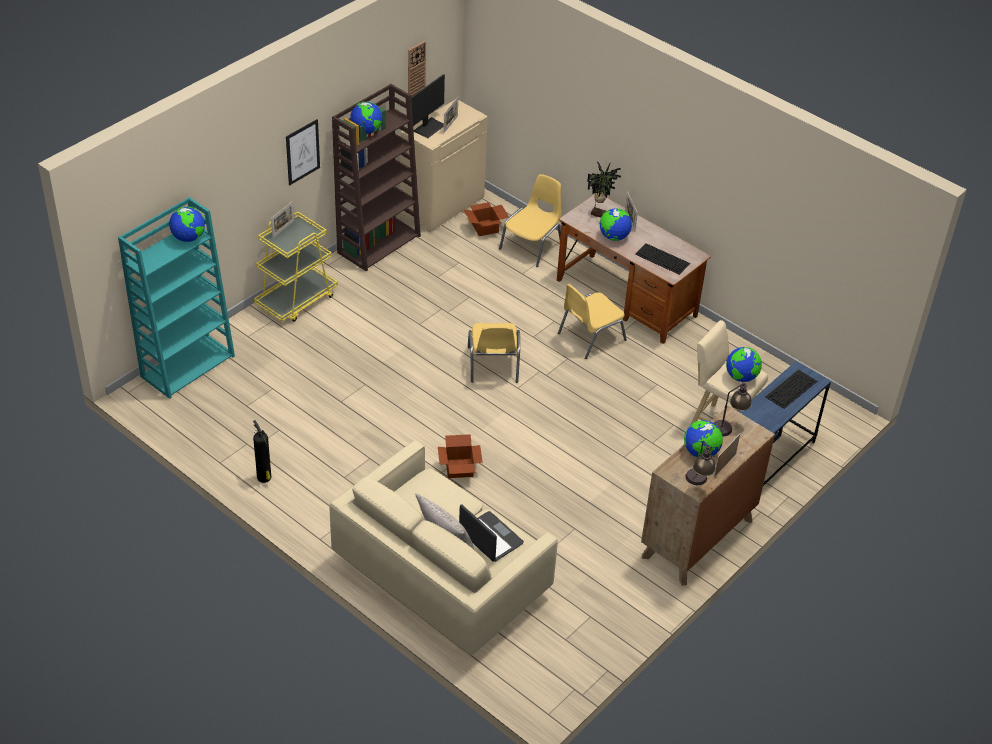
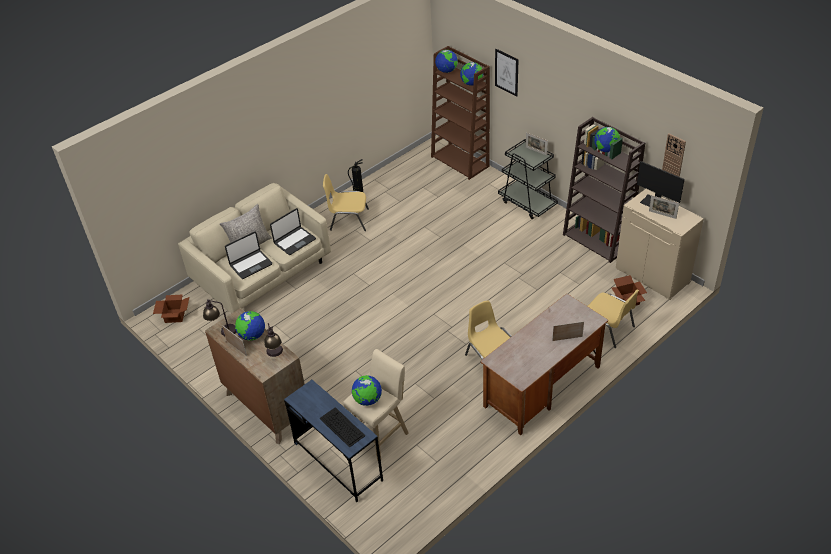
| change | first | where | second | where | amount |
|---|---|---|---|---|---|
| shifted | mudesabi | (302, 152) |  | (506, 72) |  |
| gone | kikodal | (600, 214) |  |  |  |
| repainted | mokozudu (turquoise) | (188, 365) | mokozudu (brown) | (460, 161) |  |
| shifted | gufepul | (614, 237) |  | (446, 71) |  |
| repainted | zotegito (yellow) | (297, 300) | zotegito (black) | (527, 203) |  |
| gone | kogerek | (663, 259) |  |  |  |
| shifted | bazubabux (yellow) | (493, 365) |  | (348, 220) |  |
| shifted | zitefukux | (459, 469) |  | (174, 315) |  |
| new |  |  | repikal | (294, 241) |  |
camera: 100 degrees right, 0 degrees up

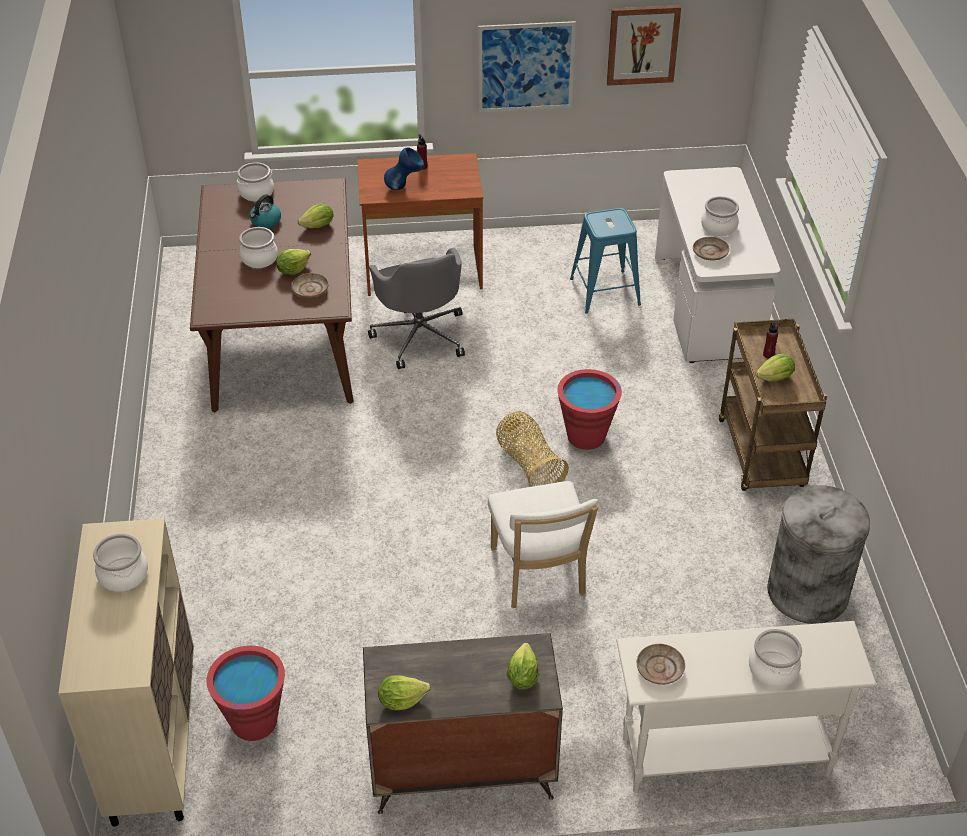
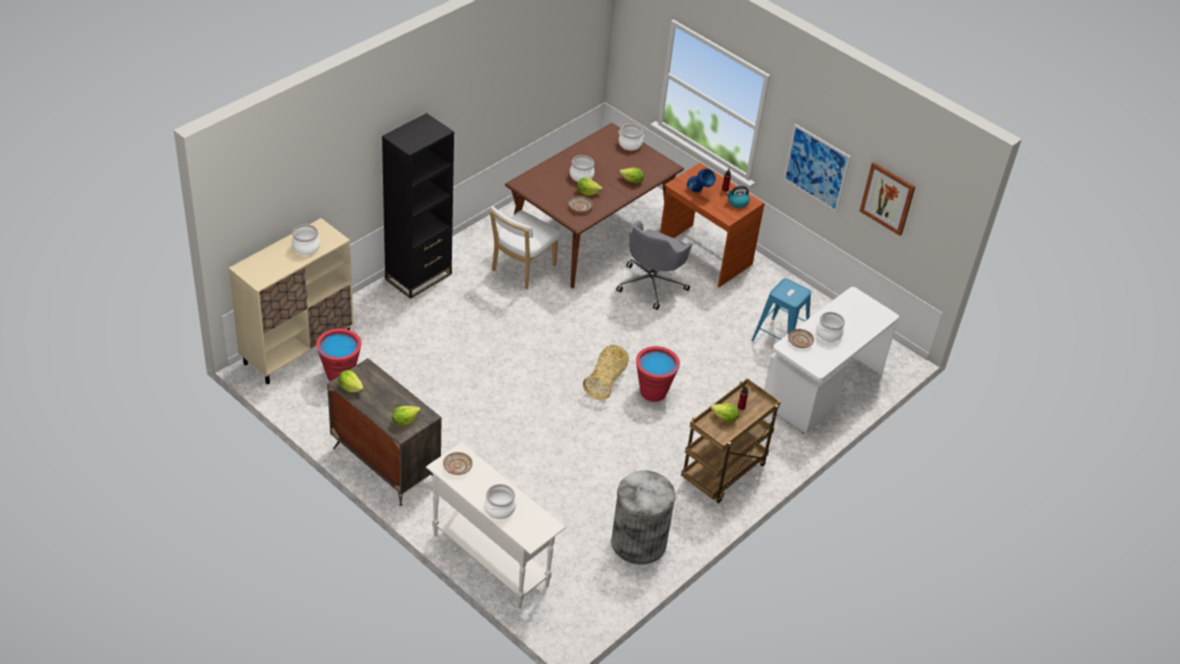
| change | first | where | second | where | amount |
|---|---|---|---|---|---|
| shifted | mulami | (265, 222) |  | (737, 202) |  |
| shifted | bazubabux (white) | (539, 575) |  | (521, 269) |  |
| new |  |  | mokozudu (black) | (418, 276) |  |
camera: 45 degrees right, 0 degrees up

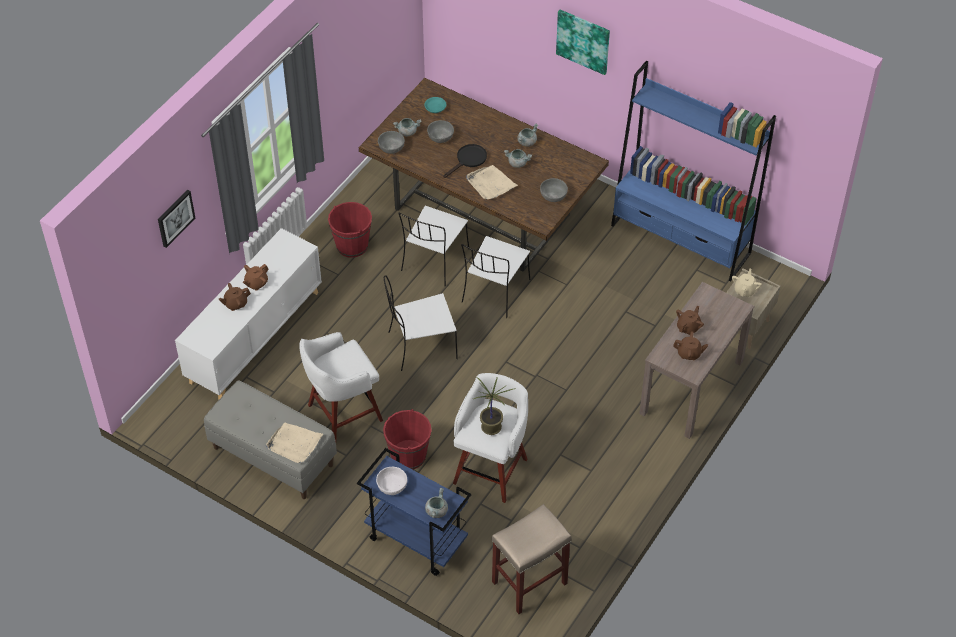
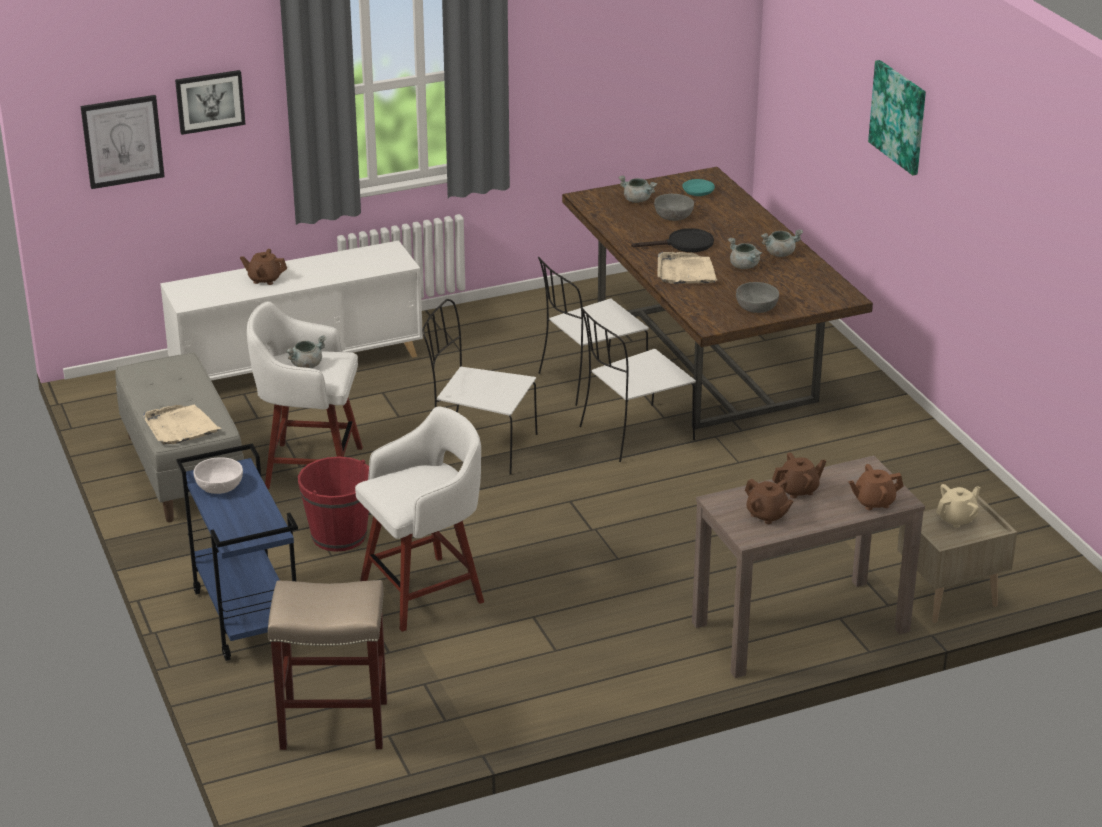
| change | first | where | second | where | amount |
|---|---|---|---|---|---|
| gone | mokozudu (blue) | (681, 239) |  |  |  |
| gone | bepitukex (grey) | (391, 147) |  |  |  |
| gone | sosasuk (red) | (352, 245) |  |  |  |
| shifted | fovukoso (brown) | (256, 283) |  | (873, 502) |  |
| gone | kikodal | (491, 427) |  |  |  |
| shifted | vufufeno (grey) | (436, 511) |  | (306, 365) |  |
| new |  |  | mudesabi | (122, 141) |  |
camera: 35 degrees right, 20 degrees down

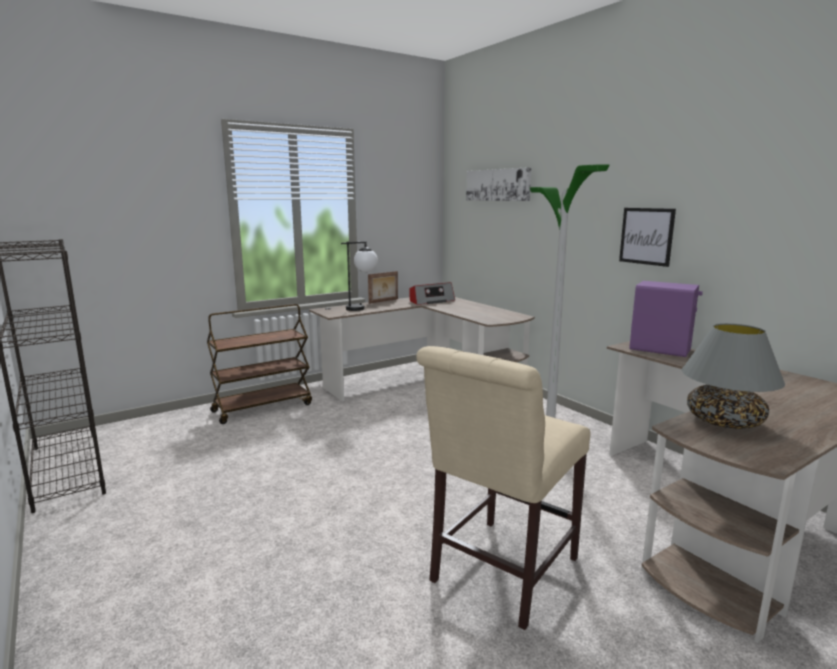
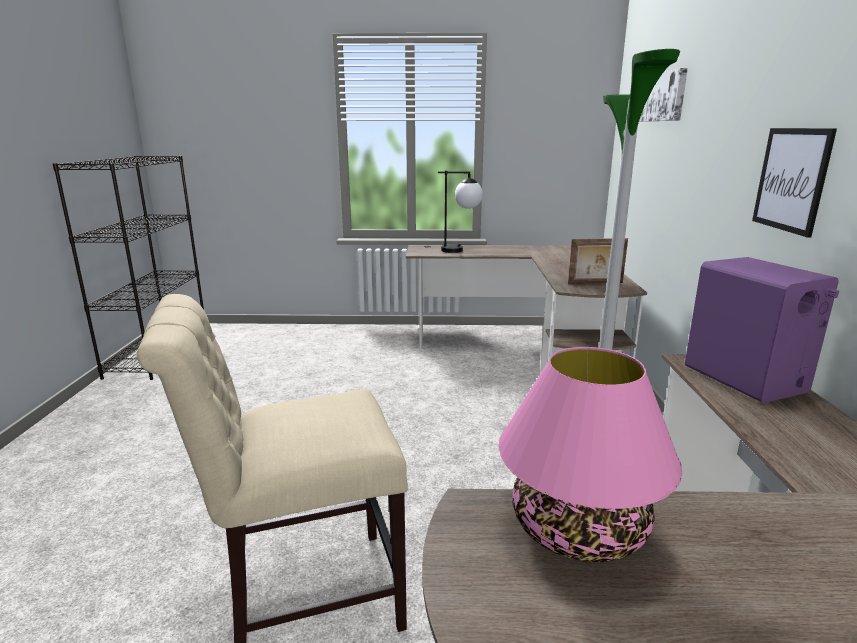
| change | first | where | second | where | amount |
|---|---|---|---|---|---|
| shifted | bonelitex | (383, 301) |  | (595, 283) |  |
| gone | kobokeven | (431, 301) |  |  |  |
| gone | zotegito (brown) | (263, 407) |  |  |  |
| repainted | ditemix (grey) | (724, 421) | ditemix (pink) | (579, 529) |  |
camera: 35 degrees right, 5 degrees up

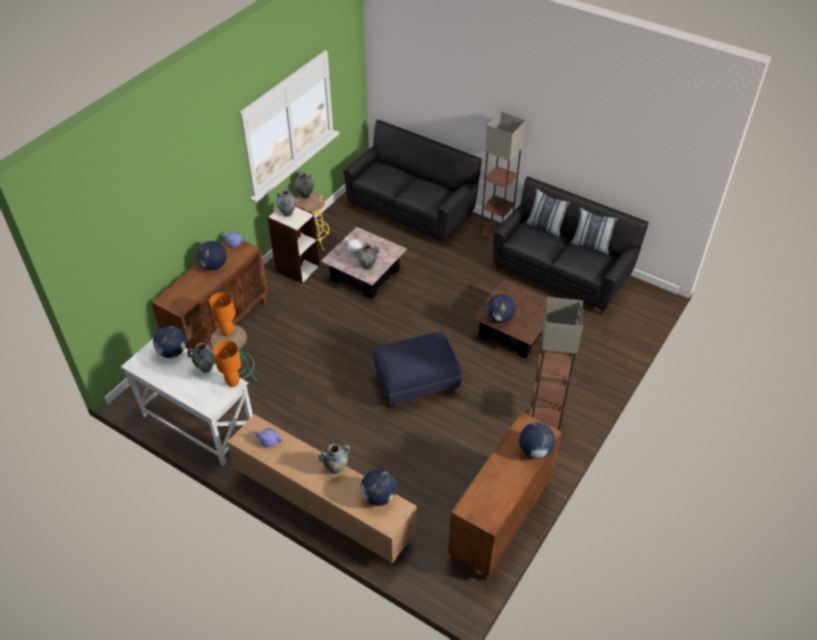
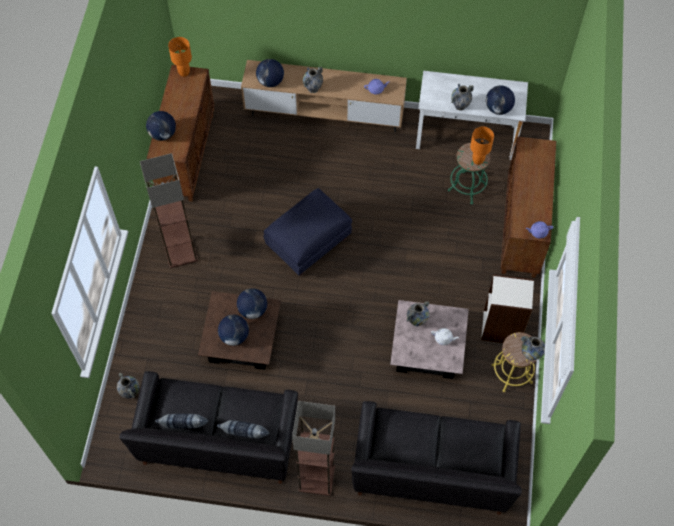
| change | first | where | second | where | amount |
|---|---|---|---|---|---|
| shifted | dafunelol | (287, 213) |  | (130, 393) |  |
| shifted | gufepul | (214, 266) |  | (234, 336) |  |
| shifted | ditemix (orange) | (233, 382) |  | (184, 72) |  |
camera: 155 degrees right, 15 degrees up

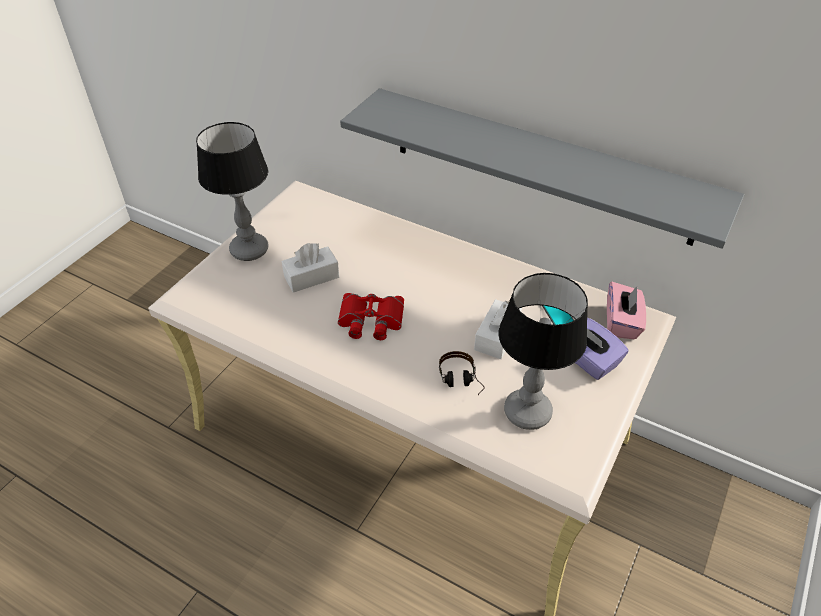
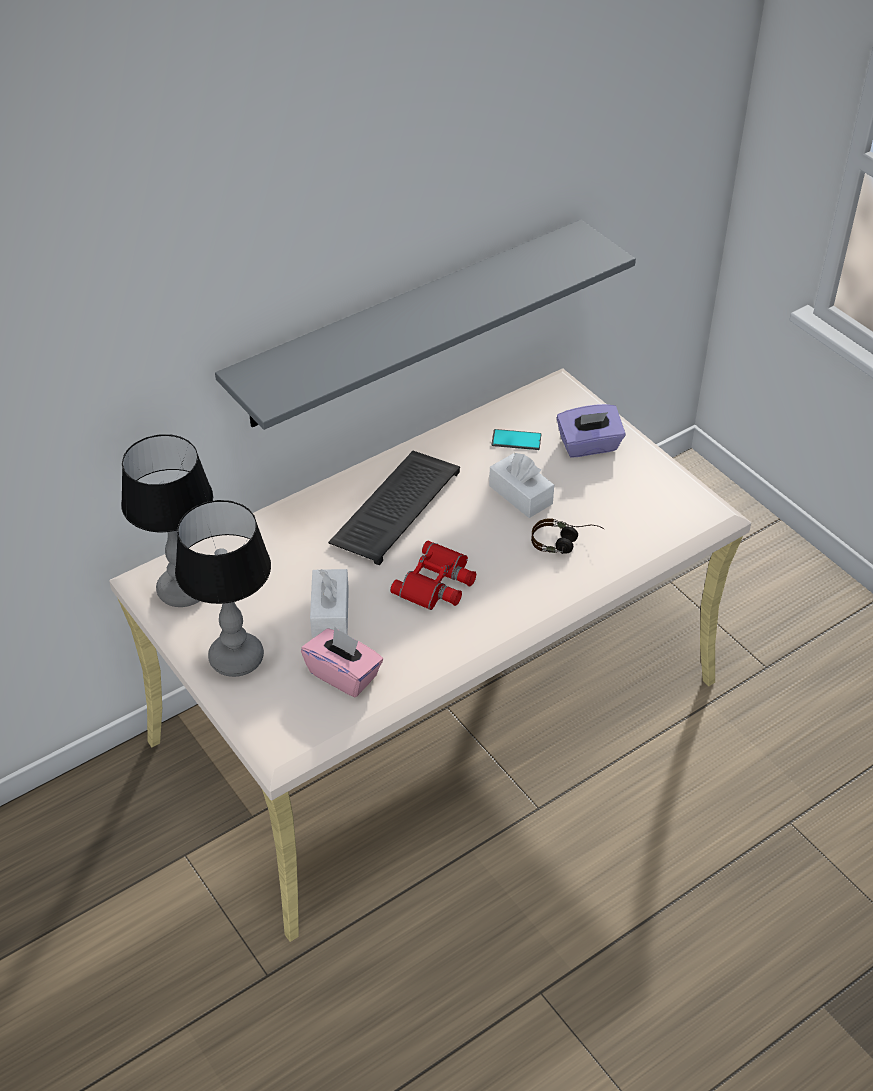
| change | first | where | second | where | amount |
|---|---|---|---|---|---|
| shifted | ditemix | (526, 411) |  | (182, 591) |  |
| shifted | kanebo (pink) | (621, 323) |  | (344, 674) |  |
| new |  |  | kogerek | (395, 506) |  |
camera: 65 degrees left, 0 degrees up

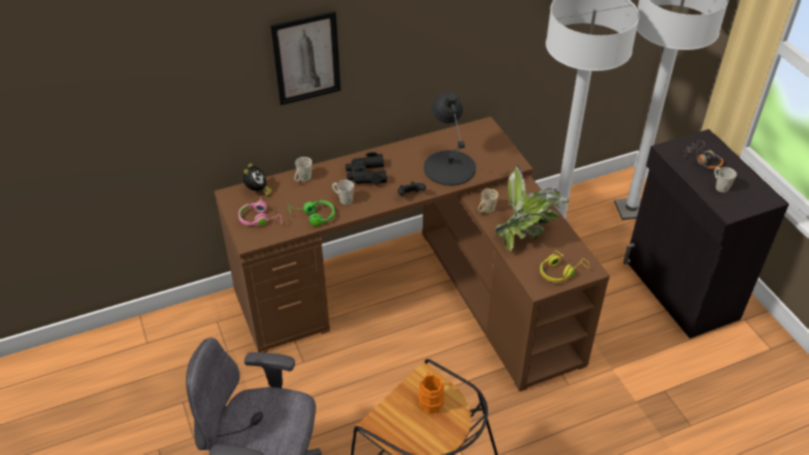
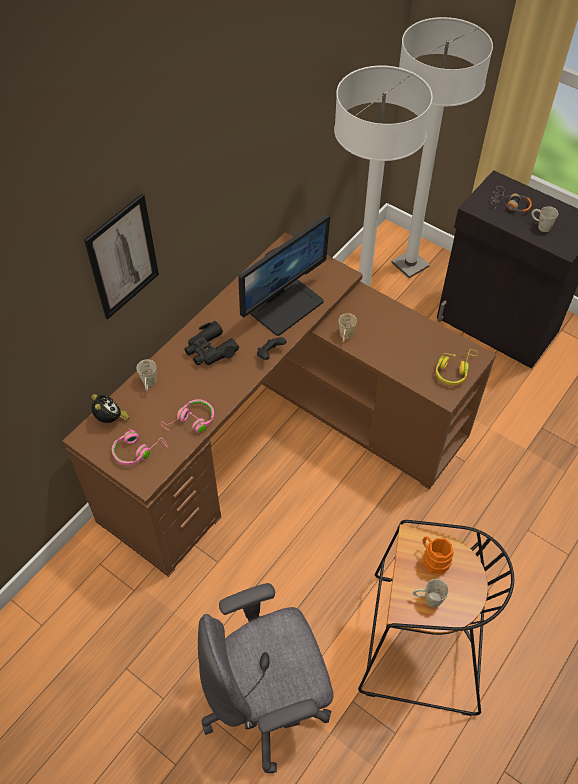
| change | first | where | second | where | amount |
|---|---|---|---|---|---|
| swapped | ditemix (black) | (450, 167) | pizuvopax | (286, 306) |  |
| gone | kikodal | (527, 232) |  |  |  |
| shifted | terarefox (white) | (342, 199) |  | (427, 599) |  |
| repainted | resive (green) | (313, 216) | resive (pink) | (191, 422) |  |
camera: 30 degrees left, 10 degrees up

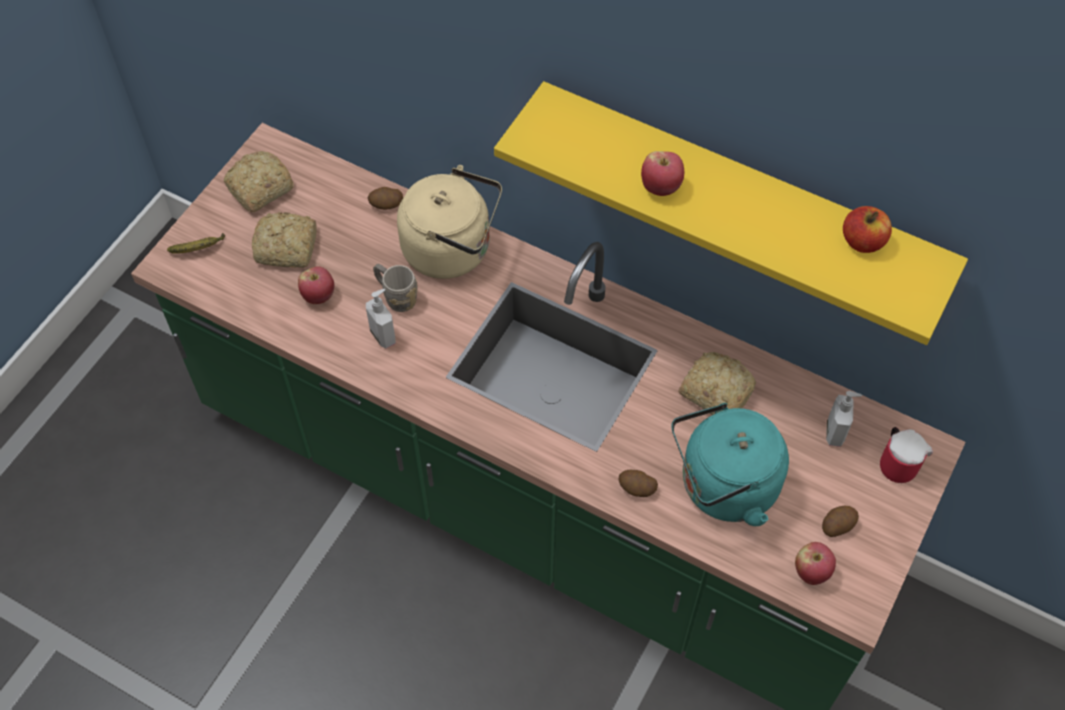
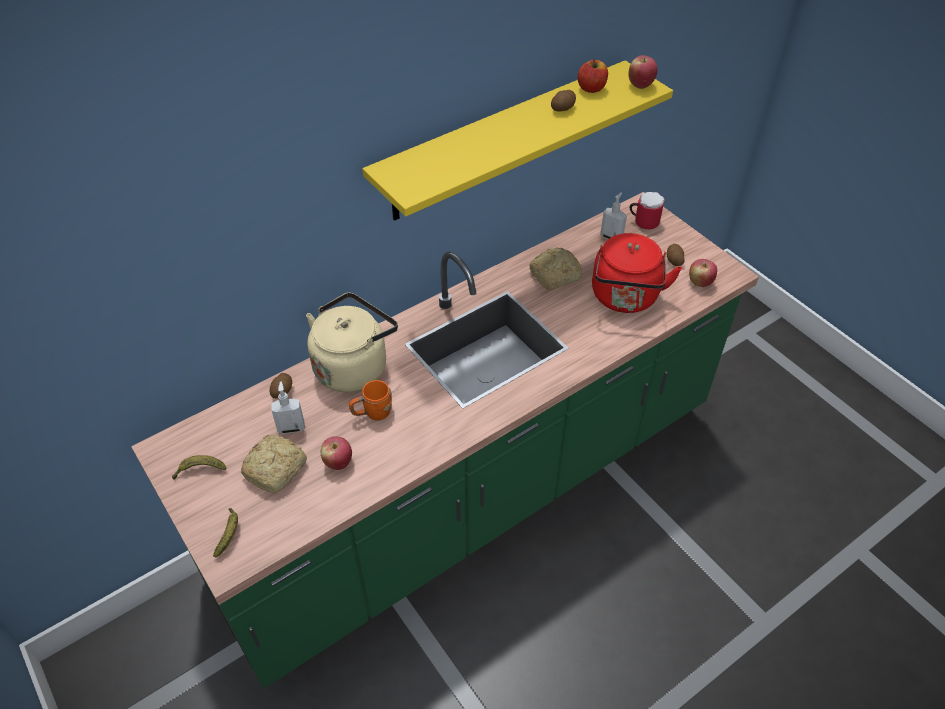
| change | first | where | second | where | amount |
|---|---|---|---|---|---|
| swapped | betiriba | (258, 189) | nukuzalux | (200, 470) |  |
| shifted | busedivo | (661, 187) |  | (640, 85) |  |
| repainted | terarefox (grey) | (396, 296) | terarefox (orange) | (372, 413) |  |
| shifted | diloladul | (383, 335) |  | (291, 427) |  |
| repainted | mulami (turquoise) | (723, 487) | mulami (red) | (625, 298) |  |
| shifted | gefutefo | (636, 488) |  | (563, 108) |  |
camera: 65 degrees left, 10 degrees down

